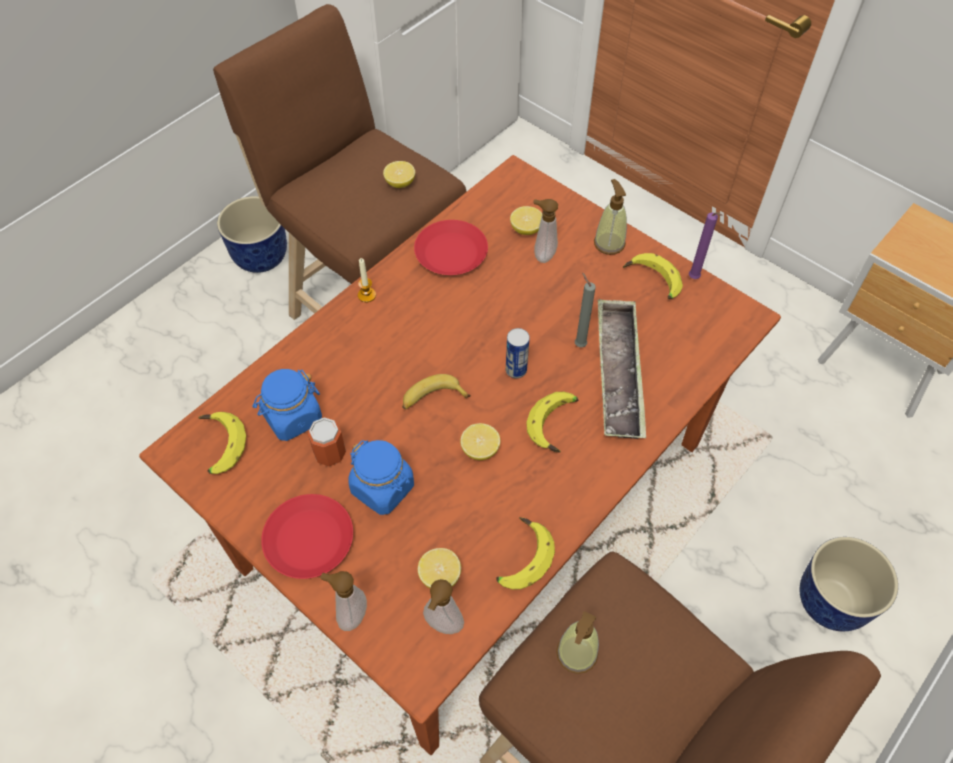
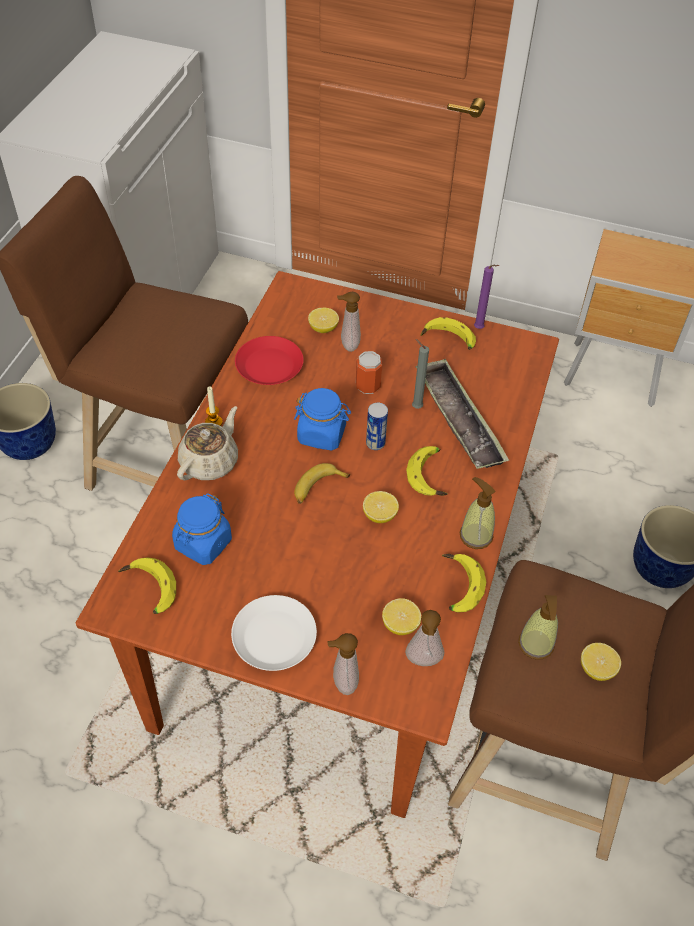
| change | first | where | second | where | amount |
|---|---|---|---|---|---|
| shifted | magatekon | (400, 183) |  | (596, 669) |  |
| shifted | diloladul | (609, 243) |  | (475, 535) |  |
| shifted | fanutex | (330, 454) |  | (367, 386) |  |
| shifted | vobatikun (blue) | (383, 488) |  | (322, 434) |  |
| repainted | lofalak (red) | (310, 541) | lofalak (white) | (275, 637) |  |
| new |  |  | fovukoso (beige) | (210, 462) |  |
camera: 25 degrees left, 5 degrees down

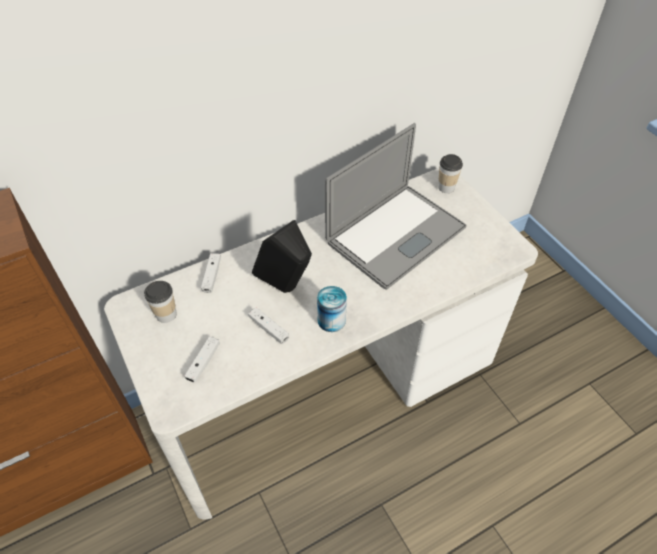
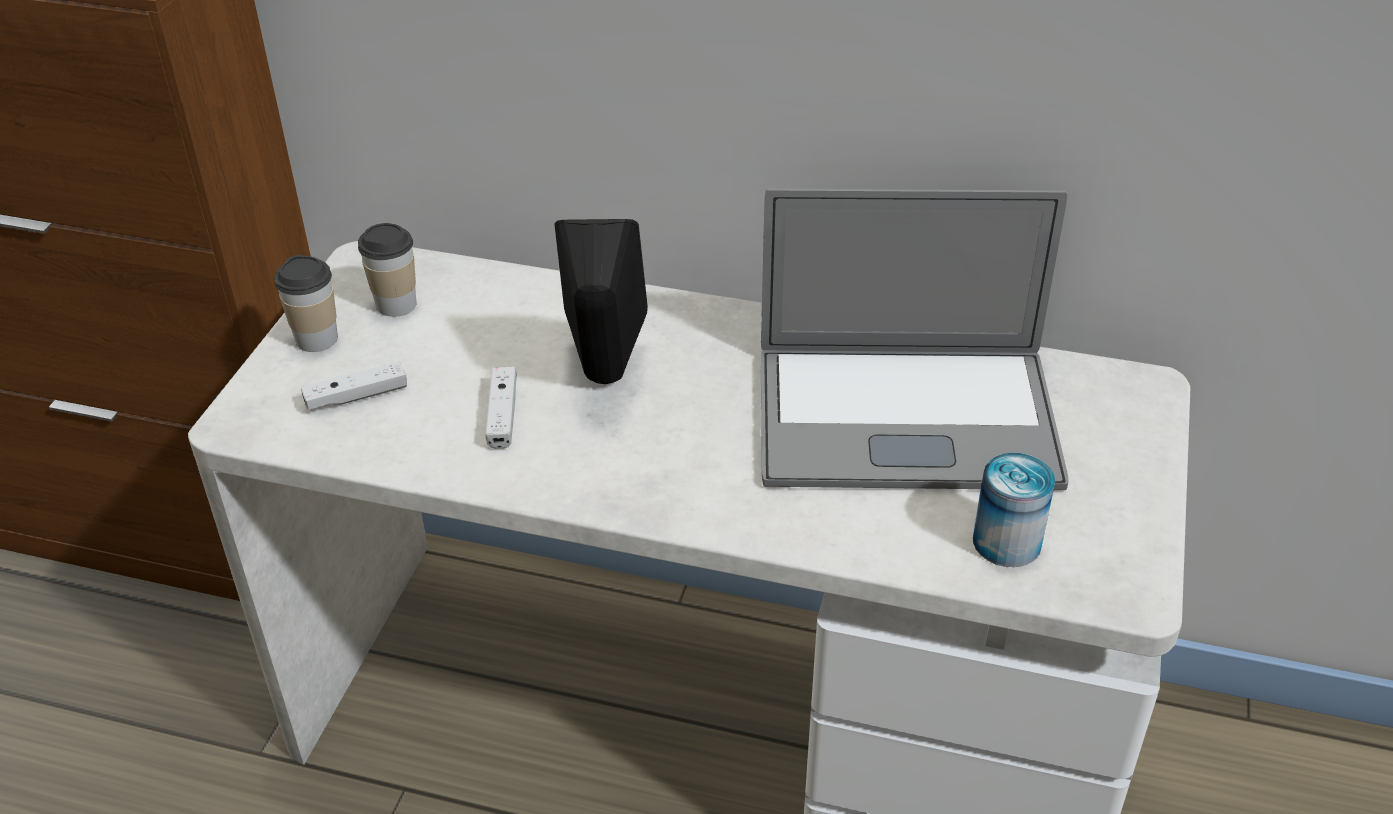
| change | first | where | second | where | amount |
|---|---|---|---|---|---|
| shifted | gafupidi | (446, 187) |  | (317, 339) |  |
| gone | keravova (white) | (212, 276) |  |  |  |
| shifted | fanutex | (331, 320) |  | (1007, 542) |  |
camera: 45 degrees right, 10 degrees down

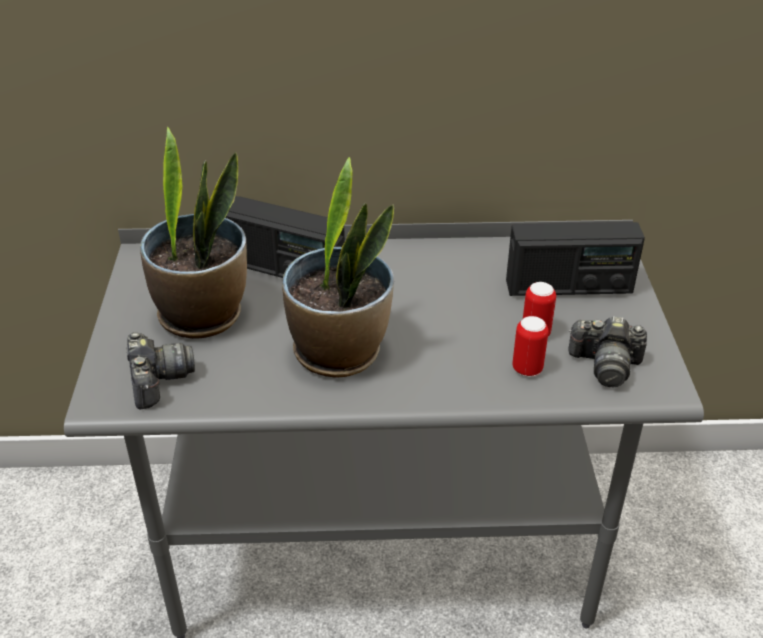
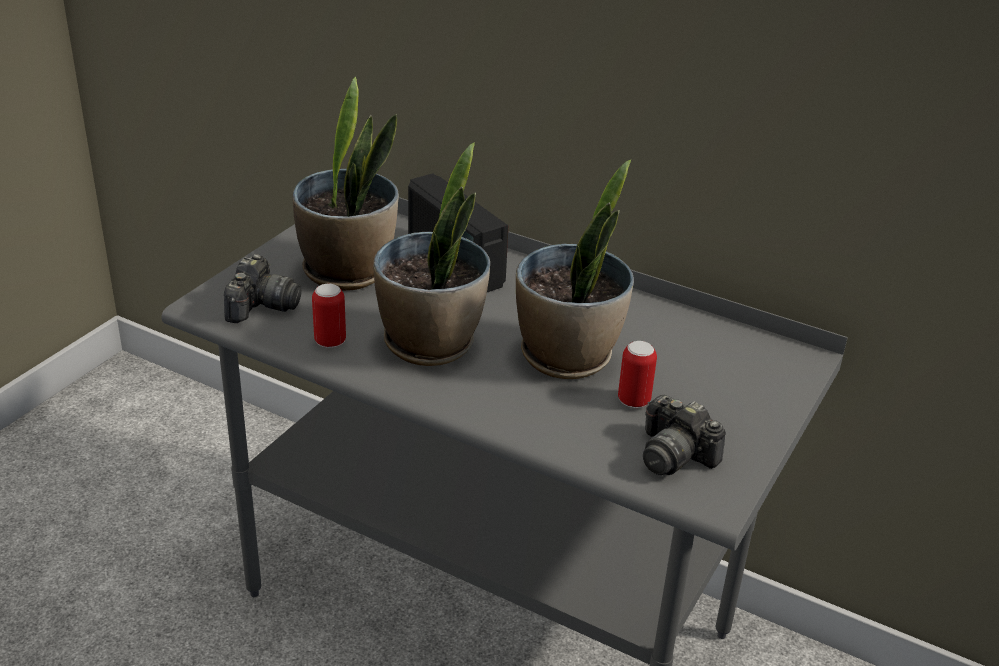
| change | first | where | second | where | amount |
|---|---|---|---|---|---|
| gone | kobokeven | (569, 287) |  |  |  |
| shifted | fanutex | (527, 369) |  | (330, 341) |  |
| new |  |  | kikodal | (568, 357) |  |
camera: 30 degrees right, 5 degrees down

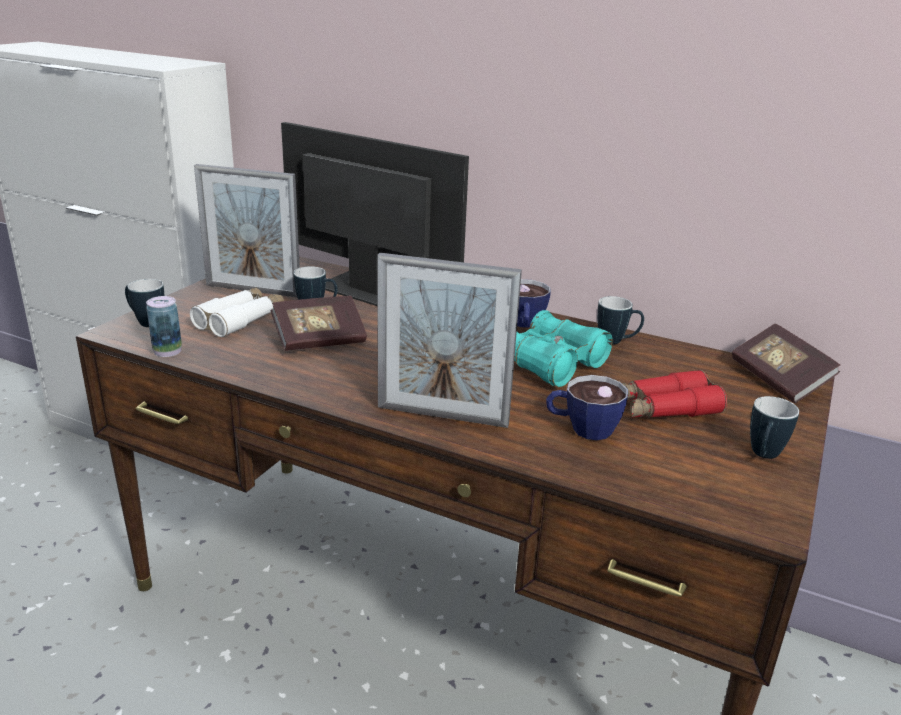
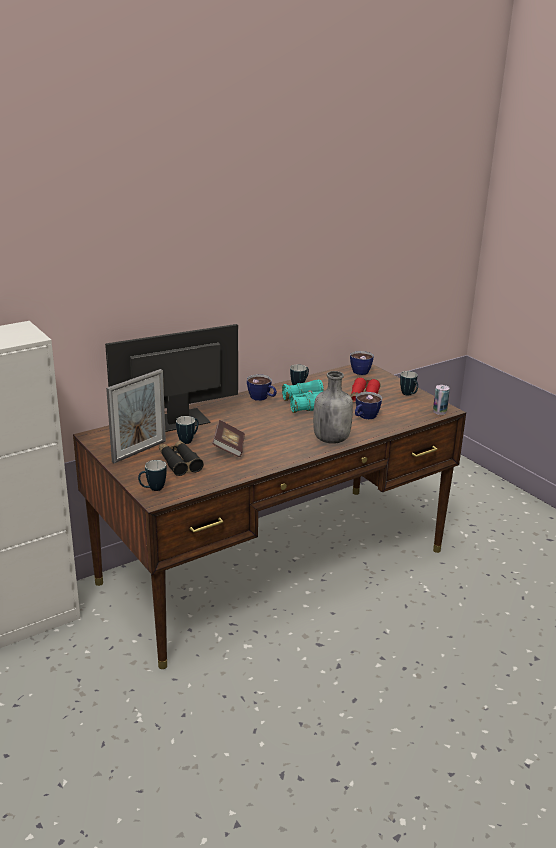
| change | first | where | second | where | amount |
|---|---|---|---|---|---|
| swapped | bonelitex | (442, 415) | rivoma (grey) | (331, 439) |  |
| repainted | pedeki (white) | (240, 320) | pedeki (black) | (179, 462) |  |
| shifted | fanutex | (167, 351) |  | (439, 411) |  |
| swapped | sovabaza | (779, 379) | gafupidi | (361, 370) |  |
camera: 60 degrees left, 0 degrees up

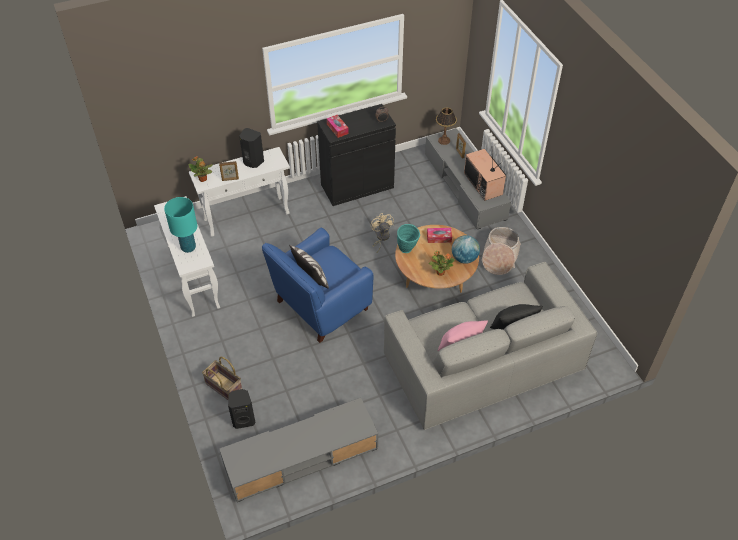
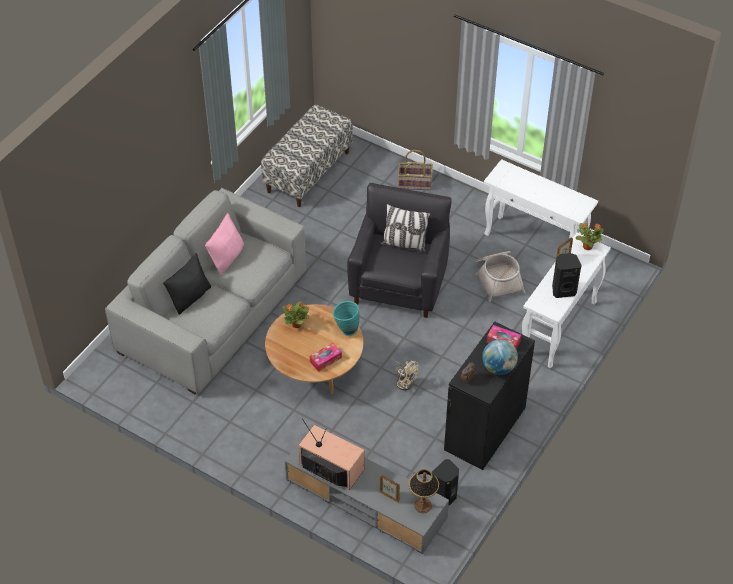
| change | first | where | second | where | amount |
|---|---|---|---|---|---|
| gone | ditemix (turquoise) | (188, 248) |  |  |  |
| repainted | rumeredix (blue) | (320, 306) | rumeredix (black) | (399, 283) |  |
| shifted | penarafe | (499, 257) |  | (497, 278) |  |
| shifted | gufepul | (464, 258) |  | (498, 367) |  |
| shifted | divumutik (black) | (243, 419) |  | (444, 496) |  |
| swapped | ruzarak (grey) | (301, 457) | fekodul | (308, 172) |  |
camera: 145 degrees right, 0 degrees up

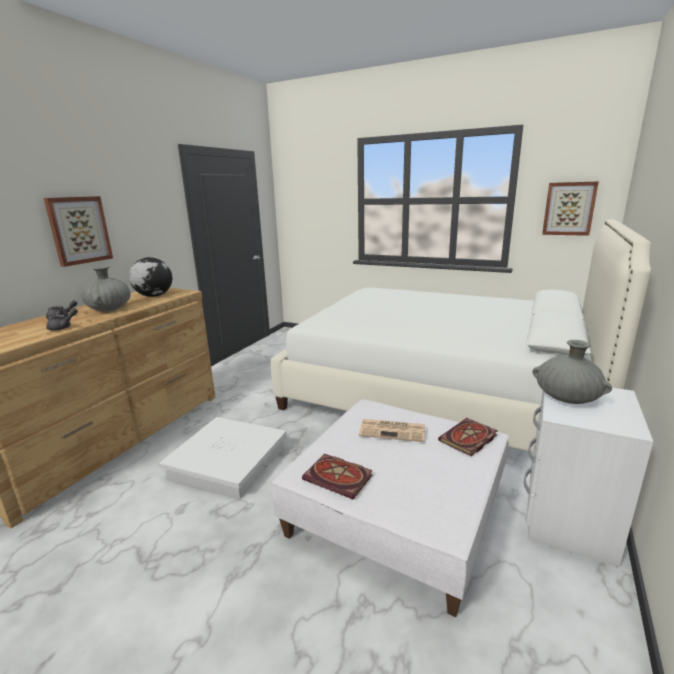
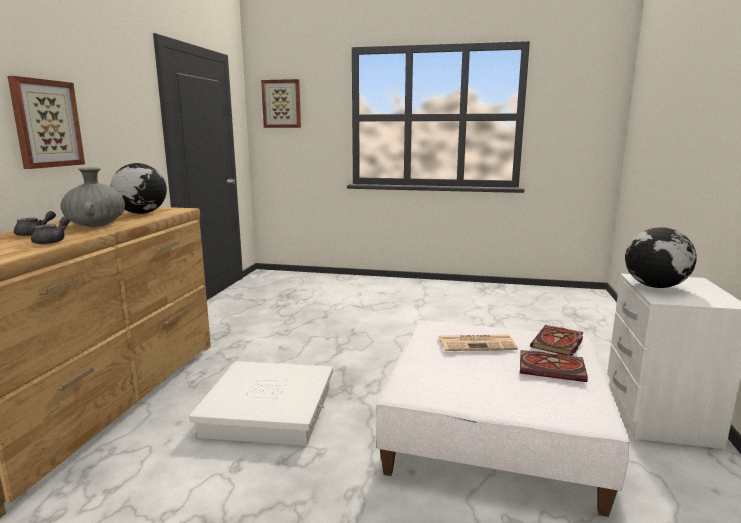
| change | first | where | second | where | amount |
|---|---|---|---|---|---|
| shifted | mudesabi | (569, 208) |  | (282, 104) |  |
| gone | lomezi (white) | (439, 393) |  |  |  |
| swapped | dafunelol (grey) | (567, 398) | gufepul | (655, 286) |  |
| shifted | sovabaza | (339, 478) |  | (553, 368) |  |
camera: 15 degrees left, 5 degrees down

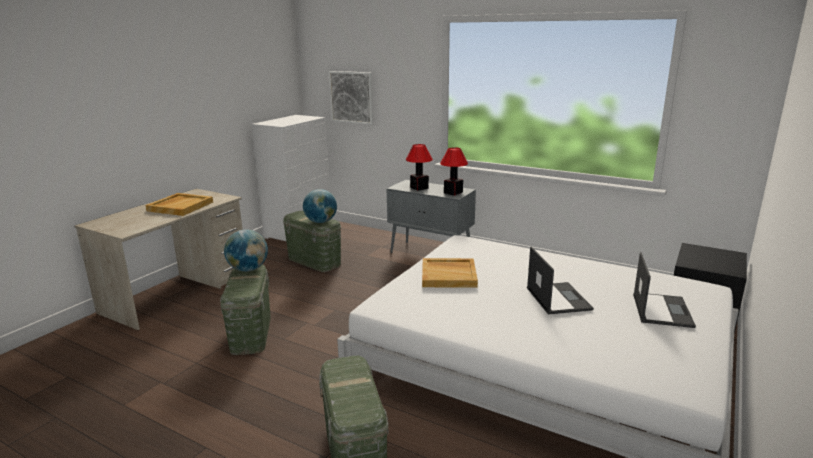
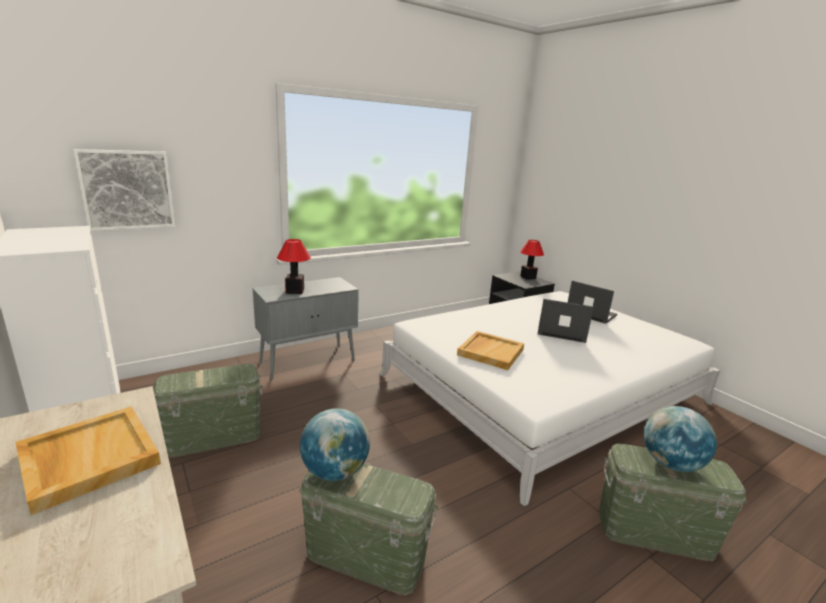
| change | first | where | second | where | amount |
|---|---|---|---|---|---|
| shifted | ditemix | (453, 192) |  | (528, 277) |  |
| shifted | gufepul | (321, 222) |  | (670, 463) |  |
camera: 65 degrees left, 0 degrees up

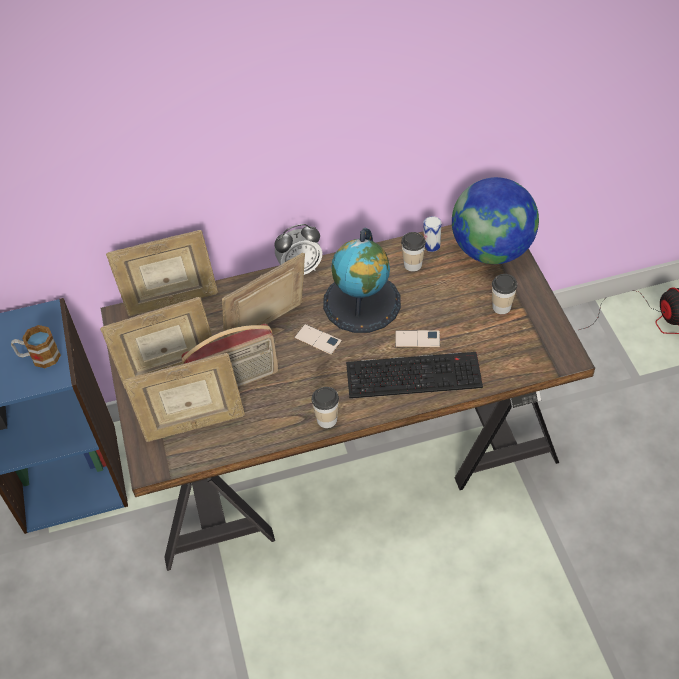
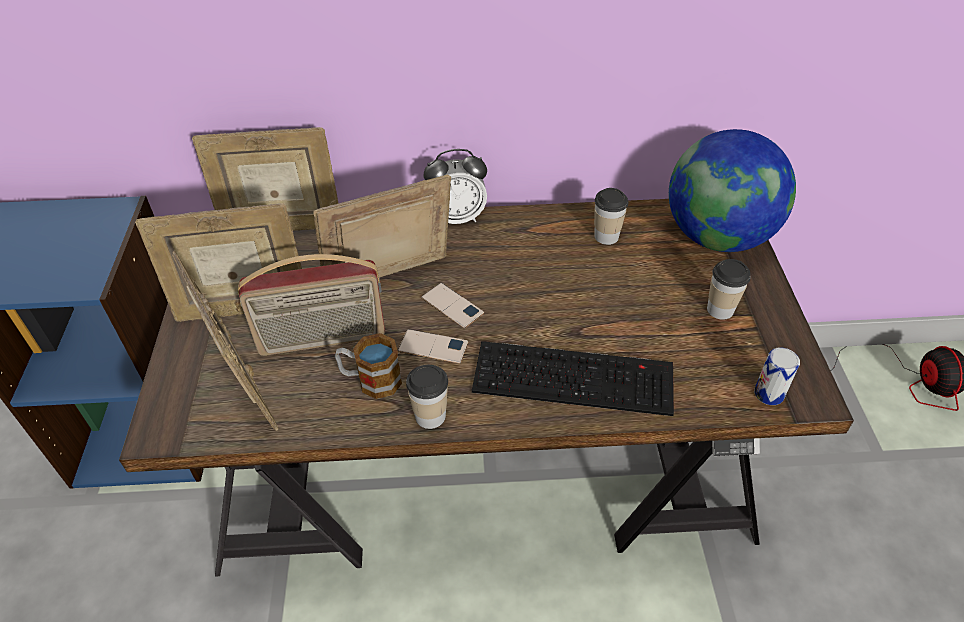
| change | first | where | second | where | amount |
|---|---|---|---|---|---|
| shifted | fanutex | (431, 245) |  | (769, 393) |  |
| gone | gufepul | (362, 302) |  |  |  |
| shifted | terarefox | (39, 357) |  | (371, 380) |  |
| shifted | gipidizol | (417, 339) |  | (433, 347) |  |
| rotated | bonelitex | (193, 425) |  | (243, 385) | 120 degrees counterclockwise |
camera: 10 degrees right, 5 degrees down

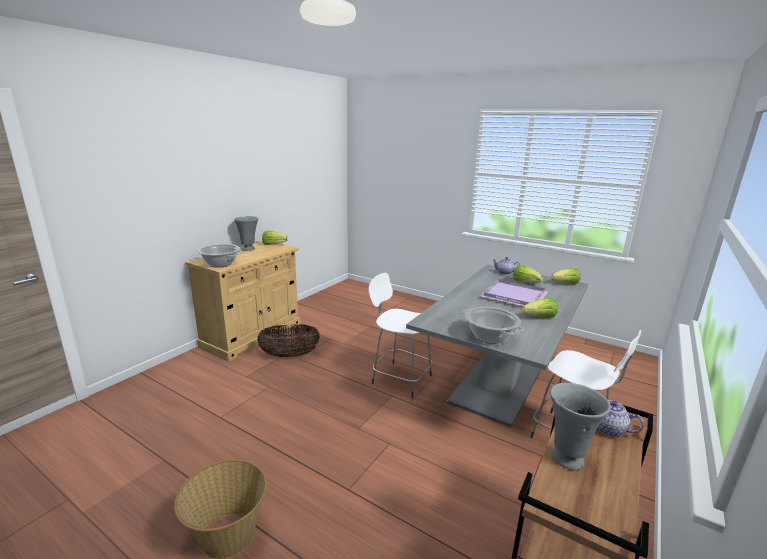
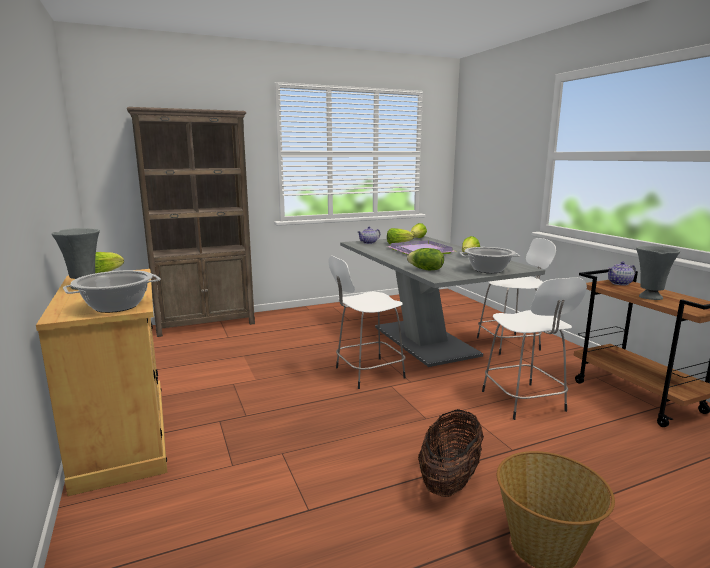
| change | first | where | second | where | amount |
|---|---|---|---|---|---|
| shifted | penarafe | (289, 355) |  | (450, 479) |  |
| new |  |  | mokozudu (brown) | (206, 324) |  |
| new |  |  | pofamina | (426, 270) |  |
| new |  |  | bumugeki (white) | (524, 402) |  |
camera: 55 degrees left, 5 degrees down

